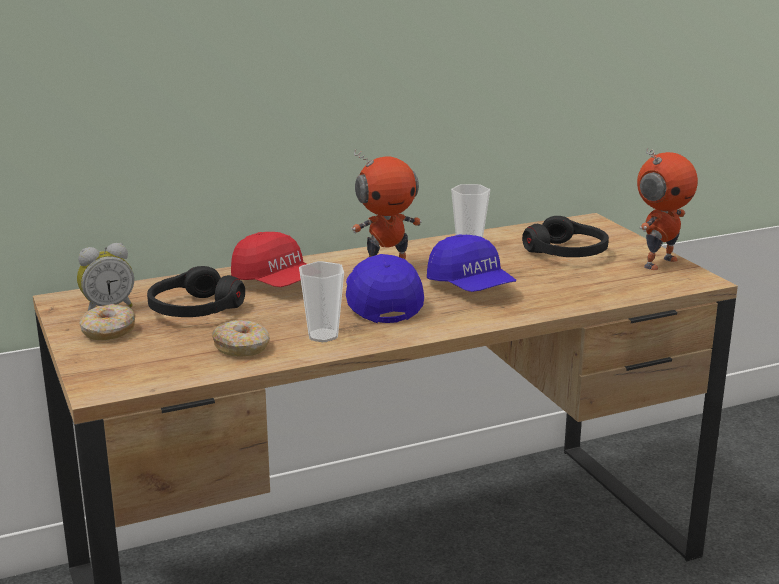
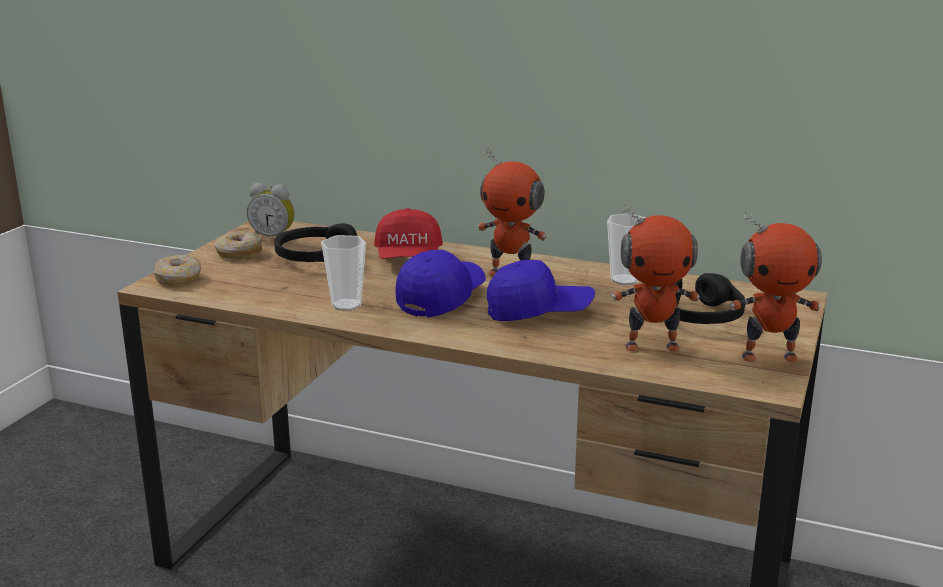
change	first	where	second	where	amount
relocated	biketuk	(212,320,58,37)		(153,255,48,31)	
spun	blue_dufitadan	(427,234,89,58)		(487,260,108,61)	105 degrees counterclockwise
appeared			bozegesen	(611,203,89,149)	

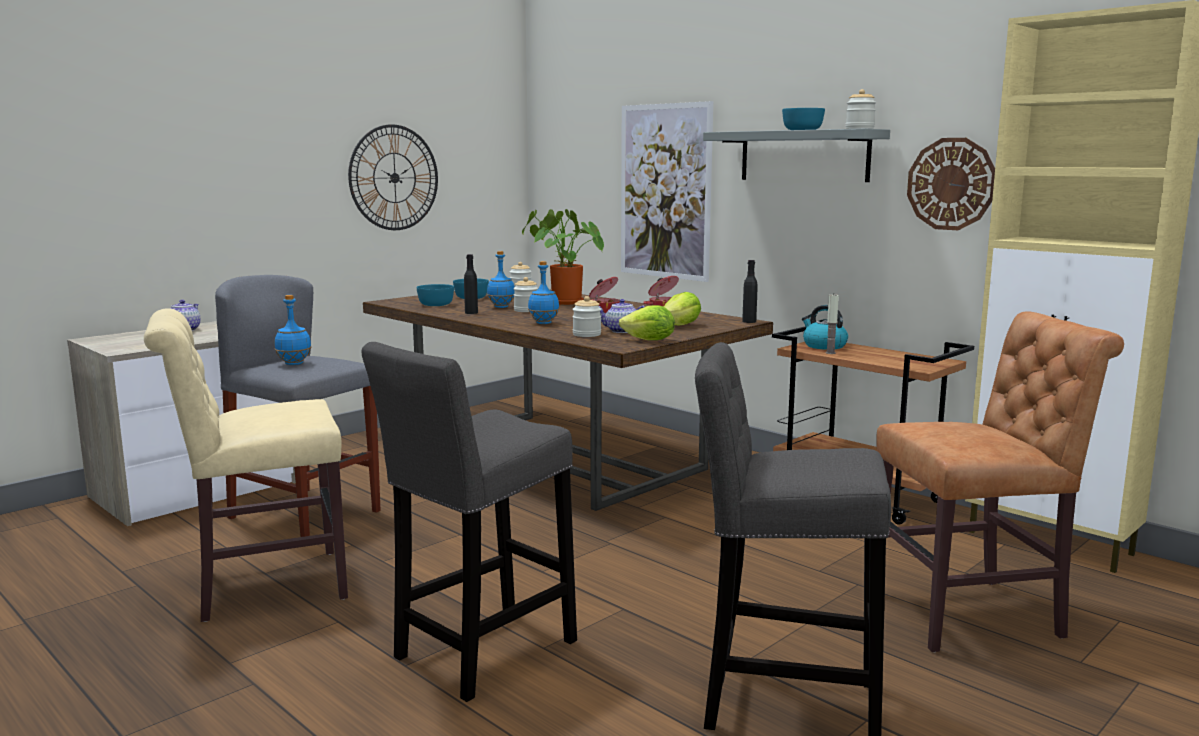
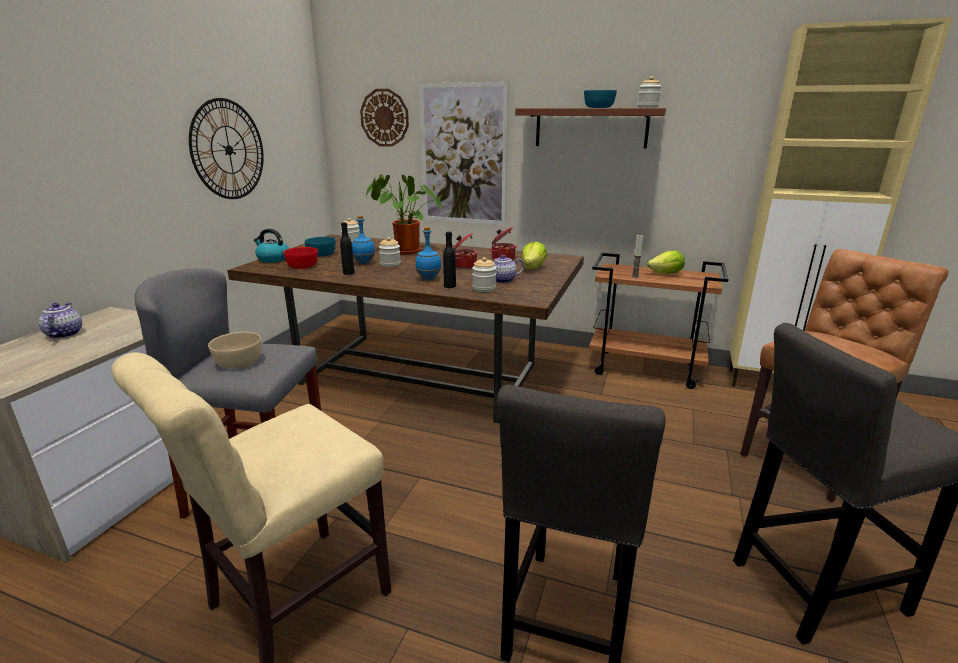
change	first	where	second	where	amount
exchanged	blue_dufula	(274,295,37,70)	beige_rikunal	(208,332,53,37)	
relocated	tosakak	(802,305,46,45)		(254,229,35,34)	
colour	turquoise_rikunal	(417,284,37,22)	red_rikunal	(284,247,34,22)	
relocated	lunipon	(907,138,88,92)		(360,89,49,58)	
relocated	black_dufula	(742,260,15,63)		(443,232,13,56)	
colour	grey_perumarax	(703,129,187,53)	brown_perumarax	(515,108,151,40)	
relocated	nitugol	(619,305,56,35)		(647,250,38,24)	

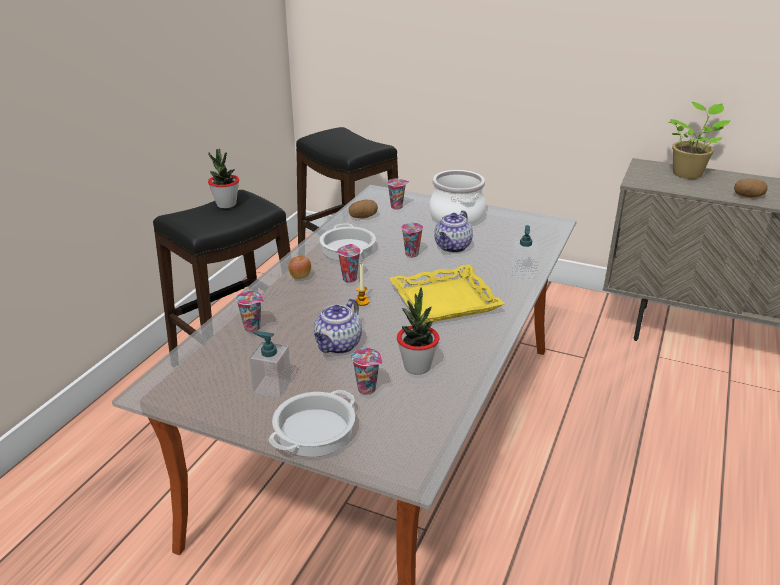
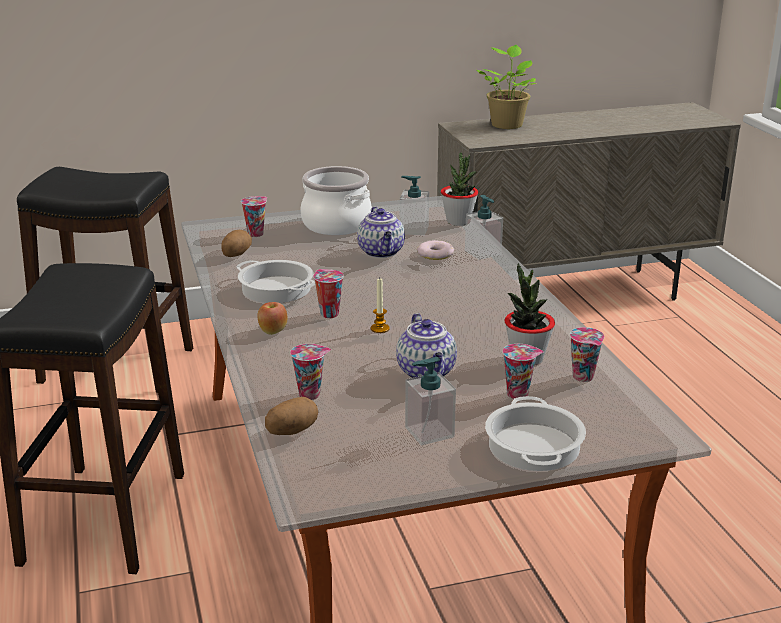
change	first	where	second	where	amount
relocated	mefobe	(734,179,34,19)		(265,397,53,38)	
appeared			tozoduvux	(400,176,29,60)	
appeared			biketuk	(417,240,37,20)	
relocated	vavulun	(208,149,31,59)		(441,152,37,74)	
relocated	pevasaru	(401,222,22,35)		(570,327,35,55)	
missing	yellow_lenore	(389,265,116,58)			

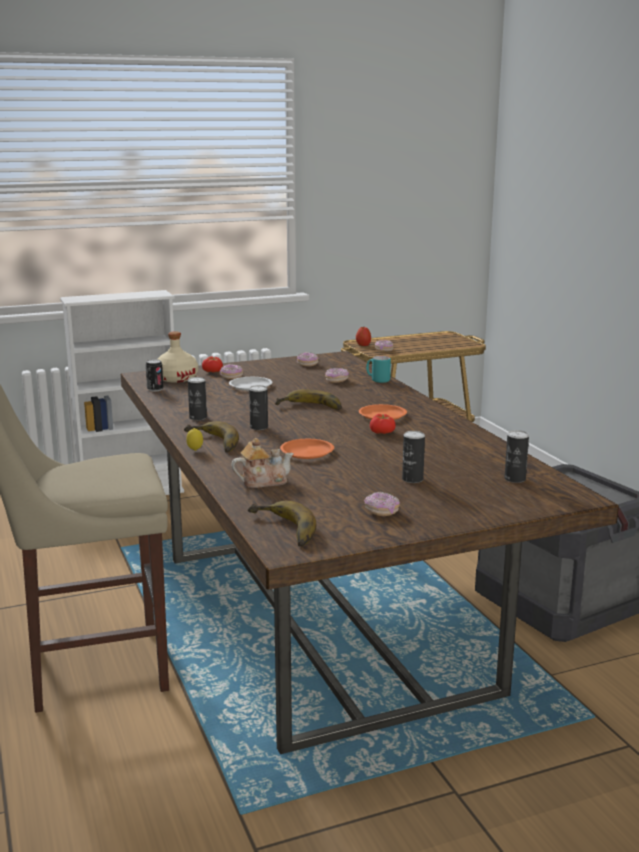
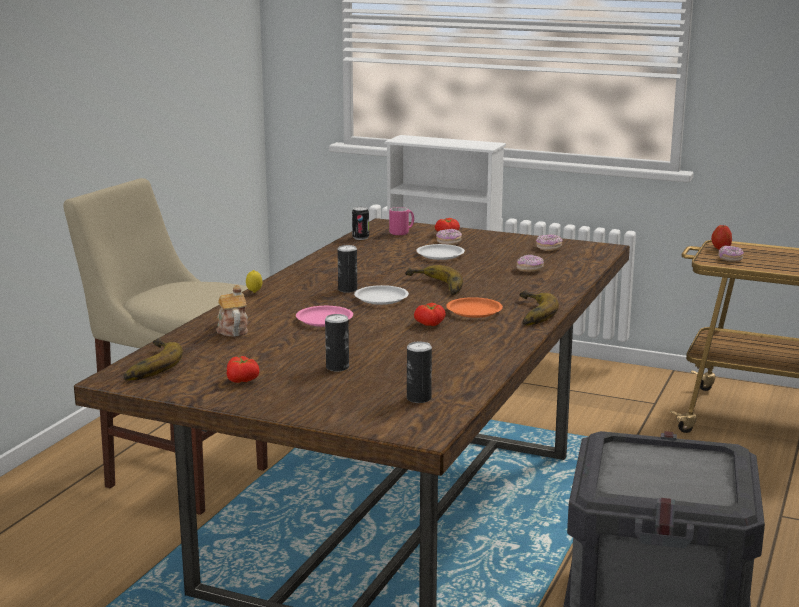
change	first	where	second	where	amount
spun	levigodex	(231,438,63,50)		(216,285,32,51)	135 degrees counterclockwise
exchanged	biketuk	(364,492,36,24)	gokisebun	(227,356,32,27)	
colour	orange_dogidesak	(280,439,54,20)	pink_dogidesak	(296,306,57,21)	
appeared			white_dogidesak	(354,285,55,20)	
exchanged	beige_dufula	(157,331,41,52)	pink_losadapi	(389,207,25,28)	
relocated	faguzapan	(184,421,55,31)		(520,290,39,35)	
missing	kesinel	(188,377,19,43)			
missing	turquoise_losadapi	(366,356,25,27)			

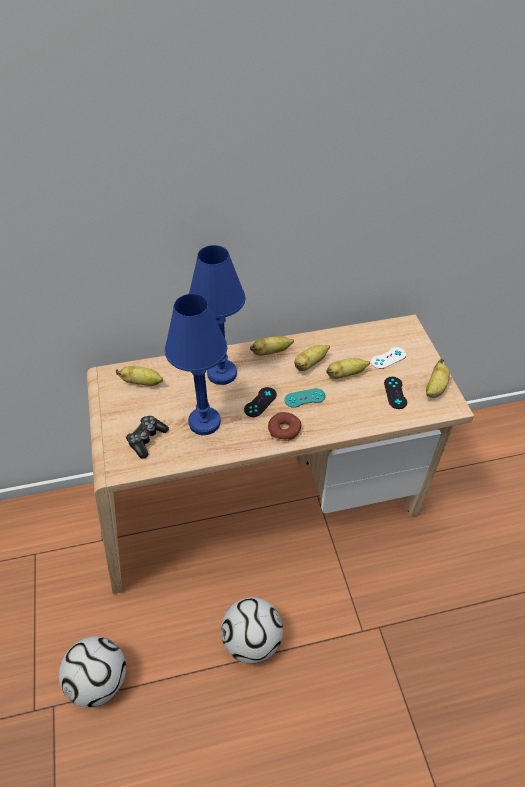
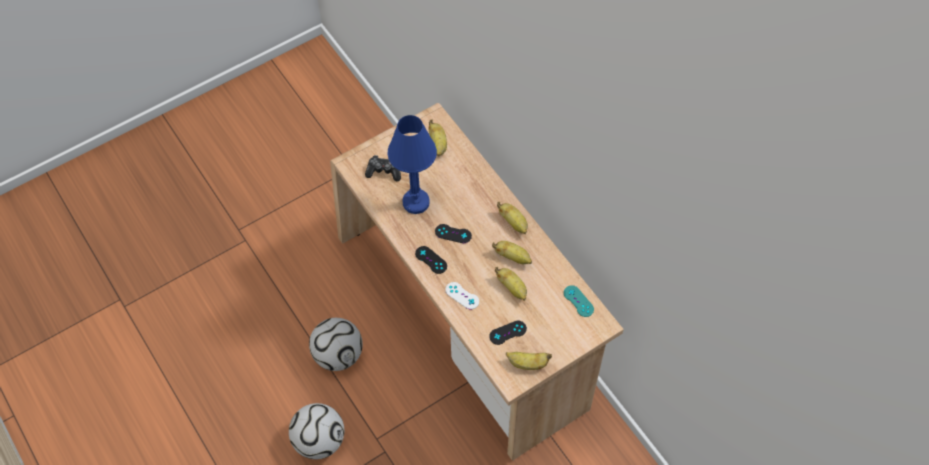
change	first	where	second	where	amount
relocated	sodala	(59,636,67,71)		(289,403,55,56)	
exchanged	biketuk	(268,412,33,29)	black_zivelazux	(415,246,32,28)	
relocated	white_zivelazux	(371,347,35,22)		(445,282,34,27)	
relocated	turquoise_zivelazux	(284,388,42,20)		(564,285,30,32)	
missing	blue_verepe	(189,245,57,140)			

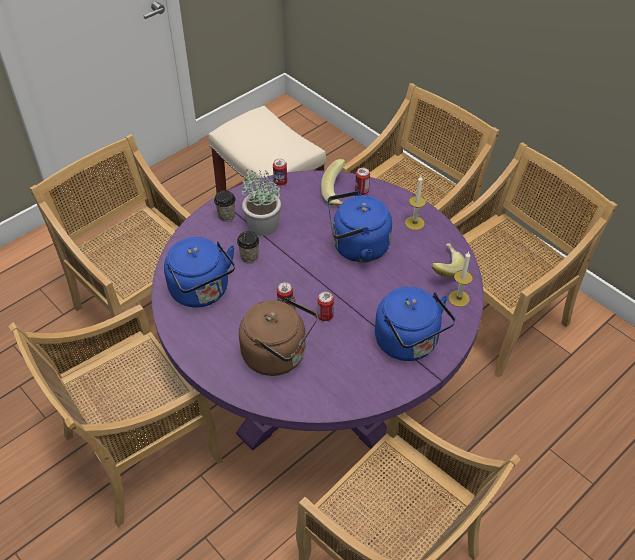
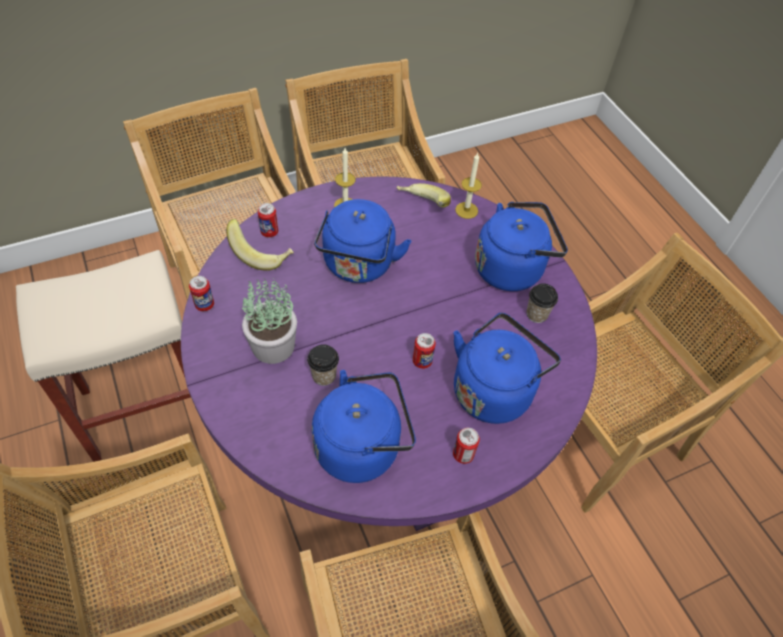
change	first	where	second	where	amount
relocated	kesinel	(318,292,16,29)		(453,428,27,36)	
colour	brown_tosakak	(239,296,79,80)	blue_tosakak	(454,313,107,111)	
relocated	pevasaru	(214,190,22,32)		(526,283,32,40)	

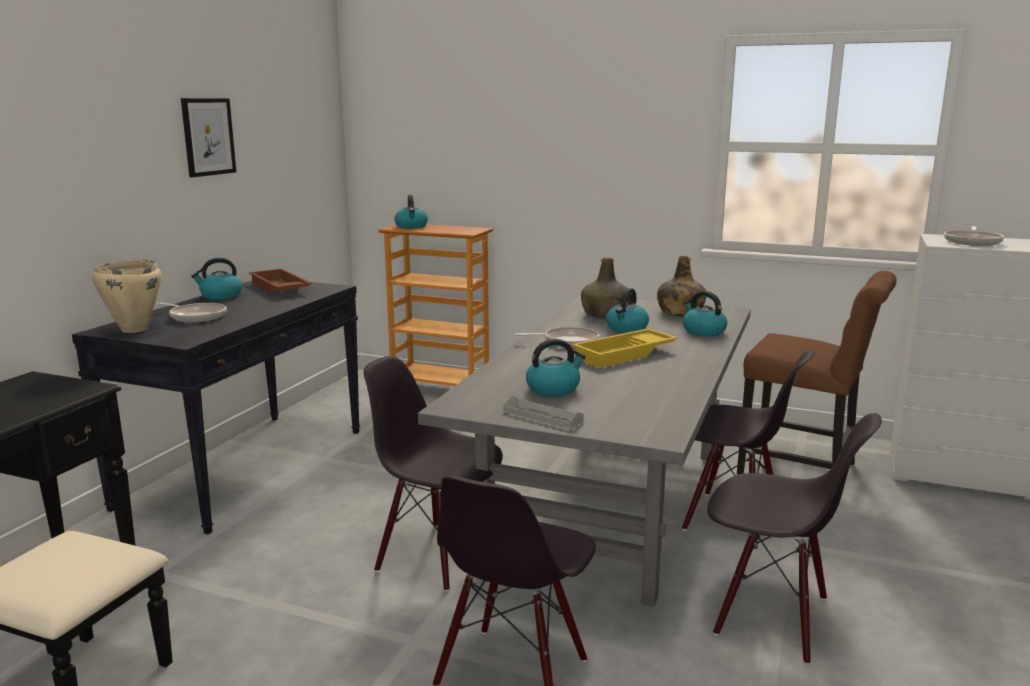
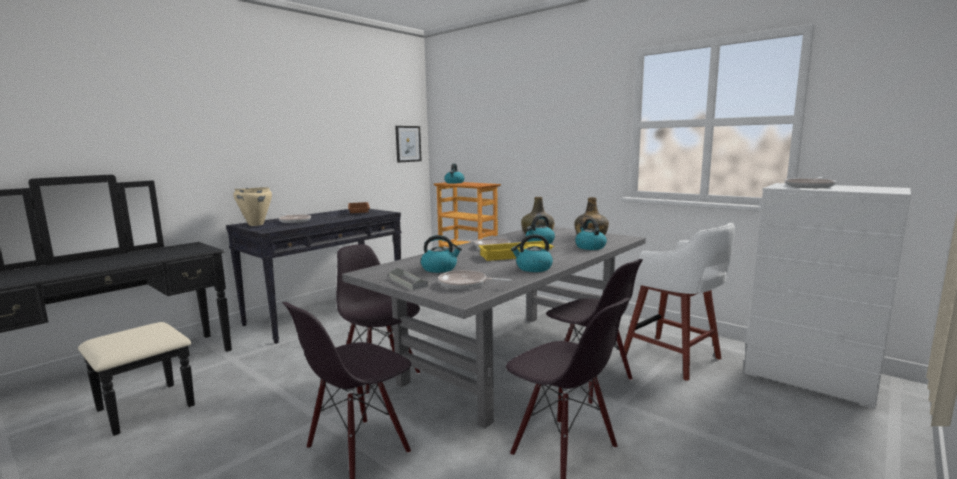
change	first	where	second	where	amount
relocated	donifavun	(181,98,55,79)		(395,126,27,37)	
appeared			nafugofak	(438,270,74,19)	
relocated	tosakak	(191,258,51,42)		(511,234,42,38)	
exchanged	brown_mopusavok	(737,271,160,204)	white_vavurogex	(624,223,111,158)	

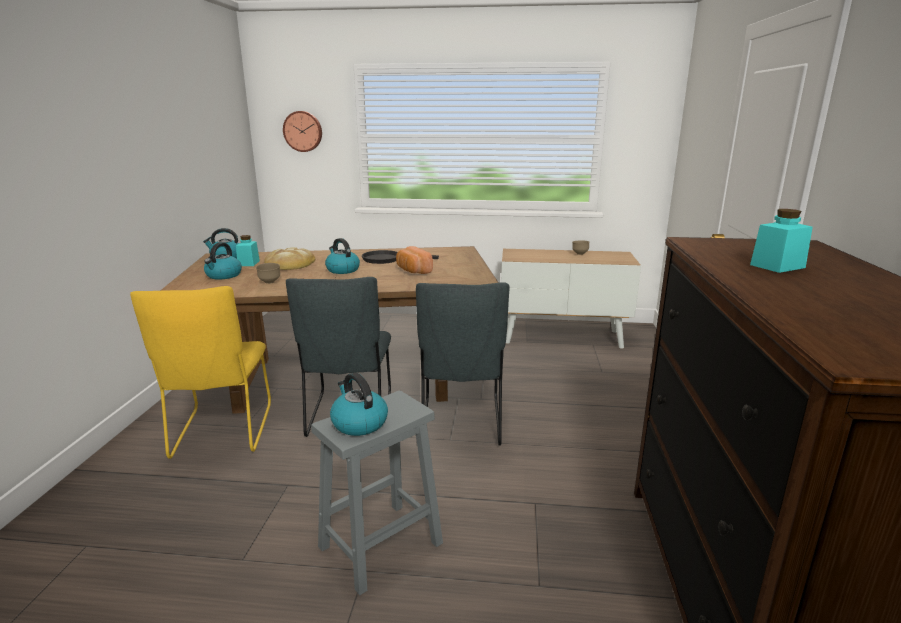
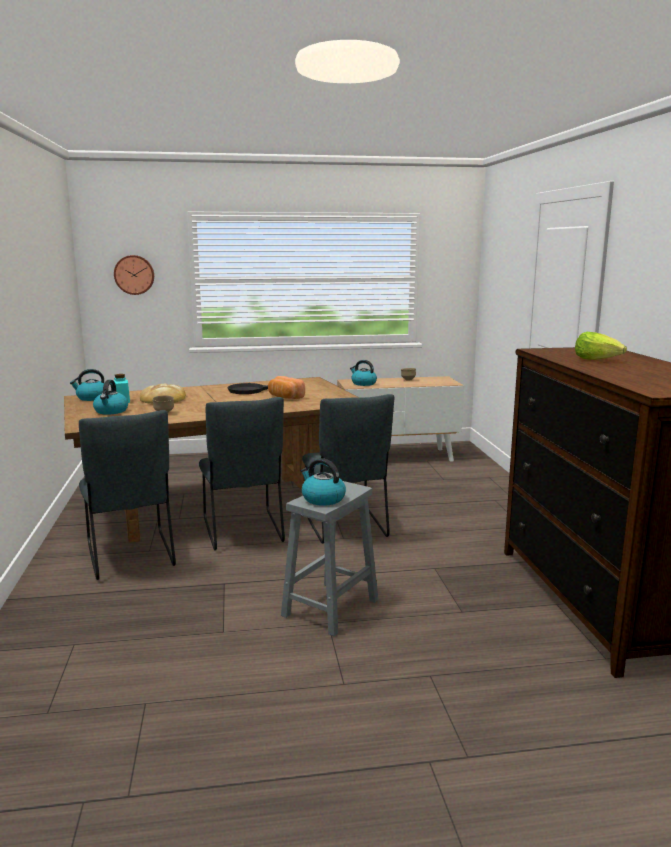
change	first	where	second	where	amount
colour	yellow_mopusavok	(130,286,141,173)	grey_mopusavok	(79,410,97,170)	
relocated	tosakak	(325,238,35,36)		(350,360,27,26)	
exchanged	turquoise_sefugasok	(750,209,63,64)	nitugol	(575,332,52,28)	

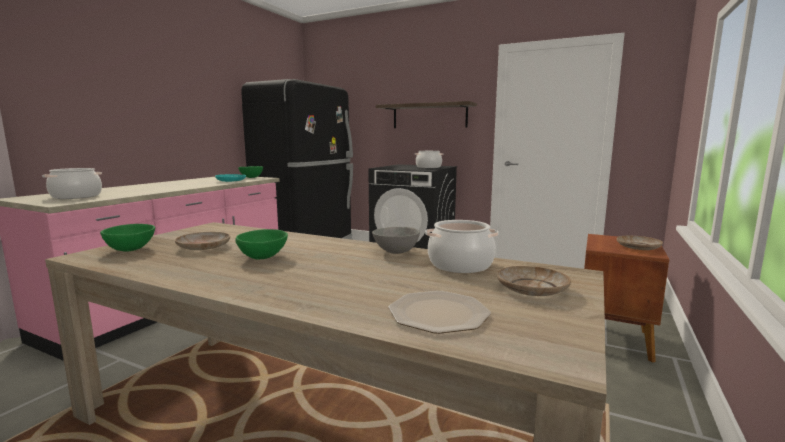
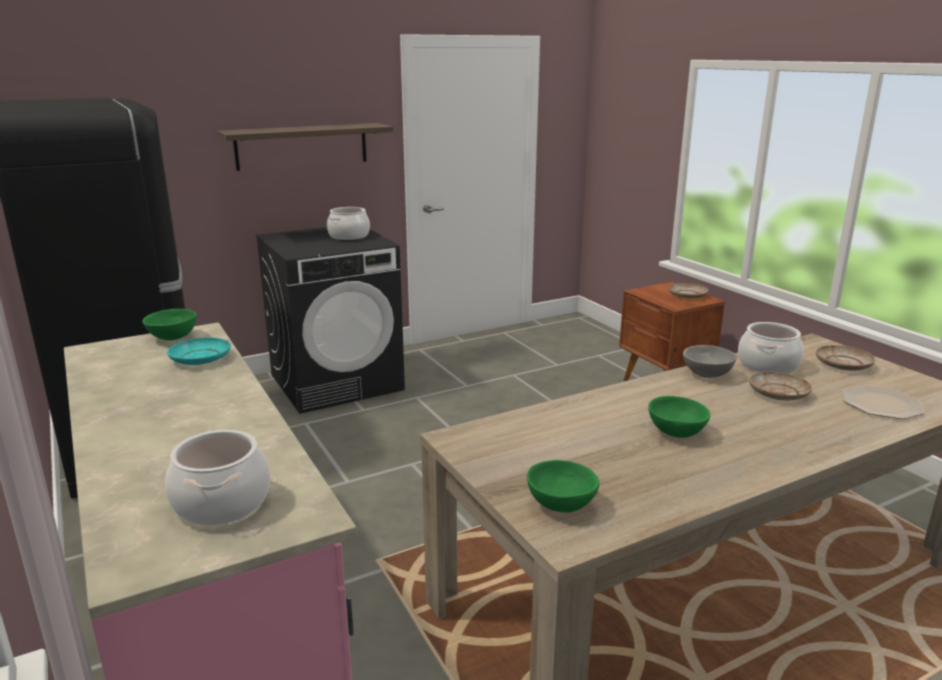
change	first	where	second	where	amount
relocated	beige_dogidesak	(175,232,55,18)		(749,371,63,29)	

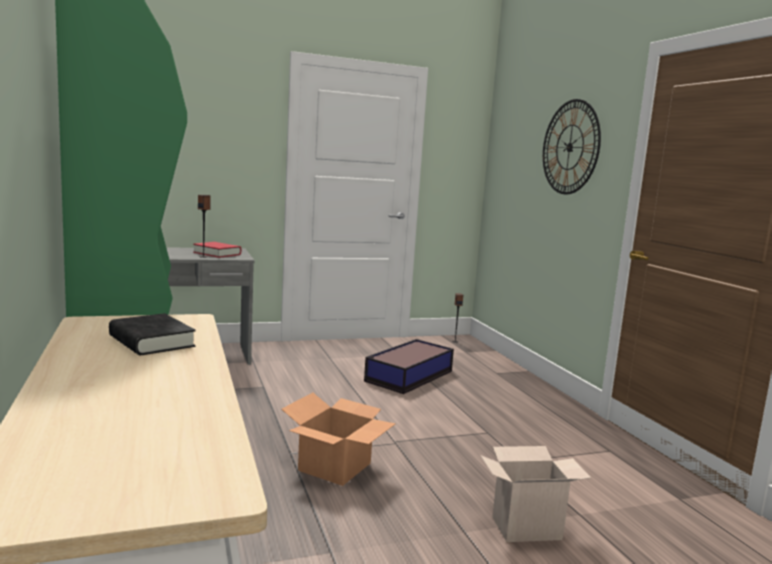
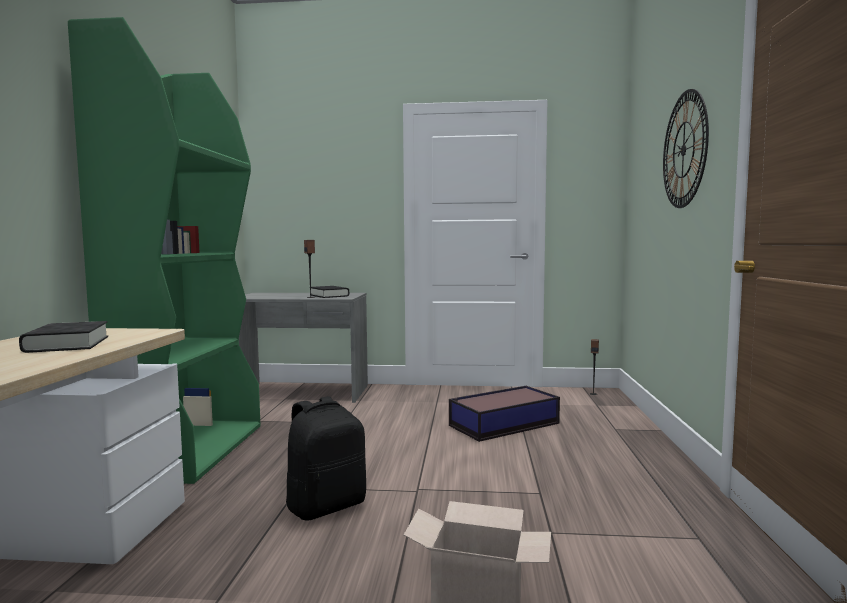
change	first	where	second	where	amount
exchanged	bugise	(281,393,115,93)	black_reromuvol	(286,396,80,125)	
colour	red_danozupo	(193,242,48,16)	black_danozupo	(311,286,38,12)	

